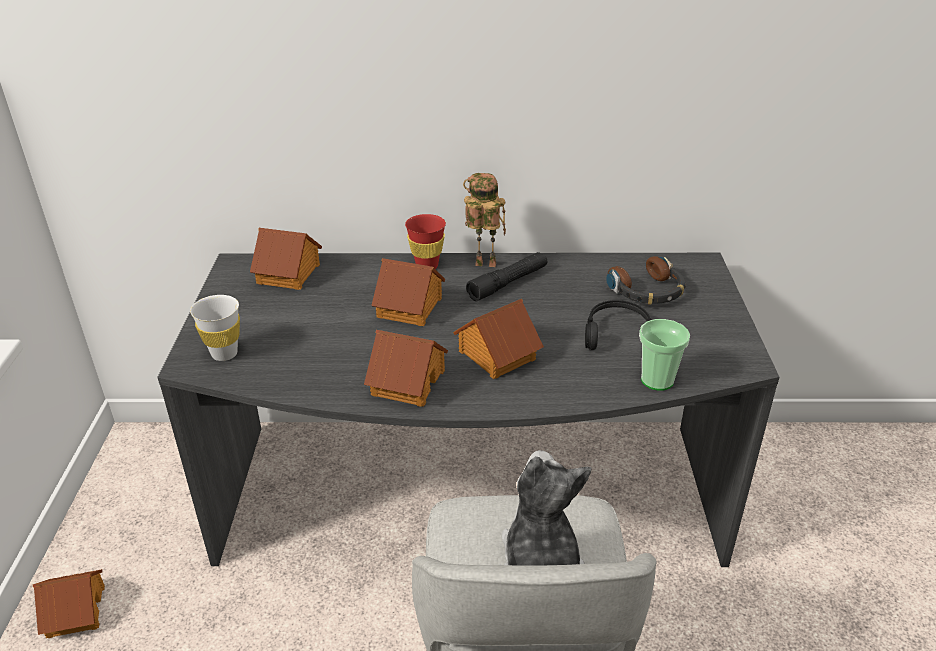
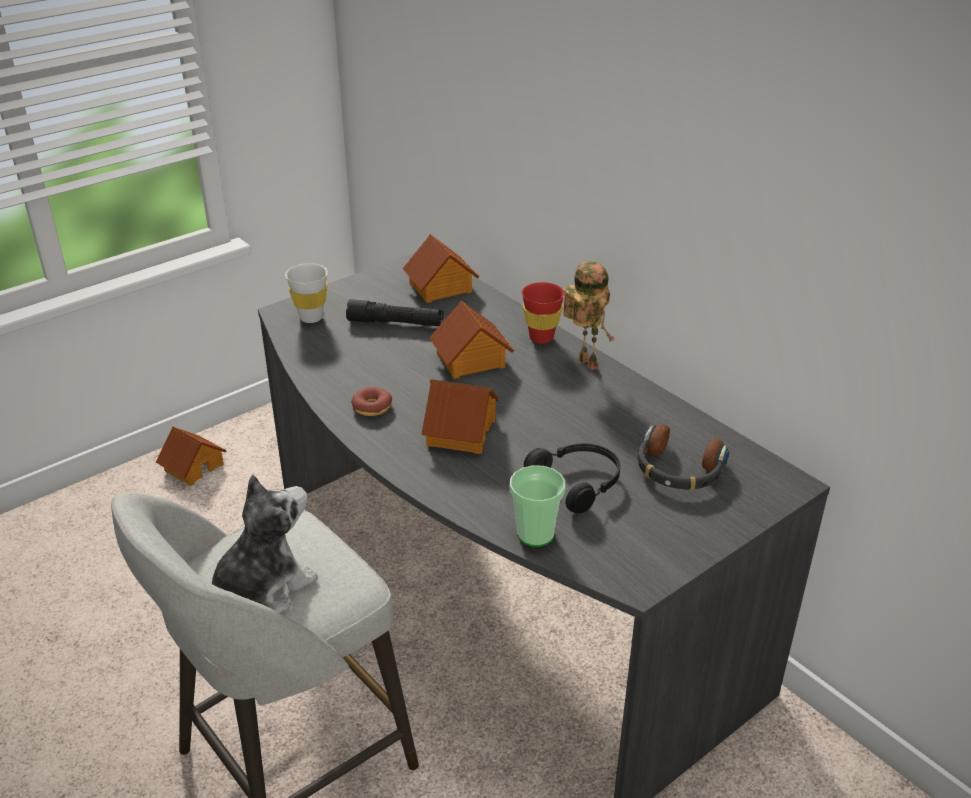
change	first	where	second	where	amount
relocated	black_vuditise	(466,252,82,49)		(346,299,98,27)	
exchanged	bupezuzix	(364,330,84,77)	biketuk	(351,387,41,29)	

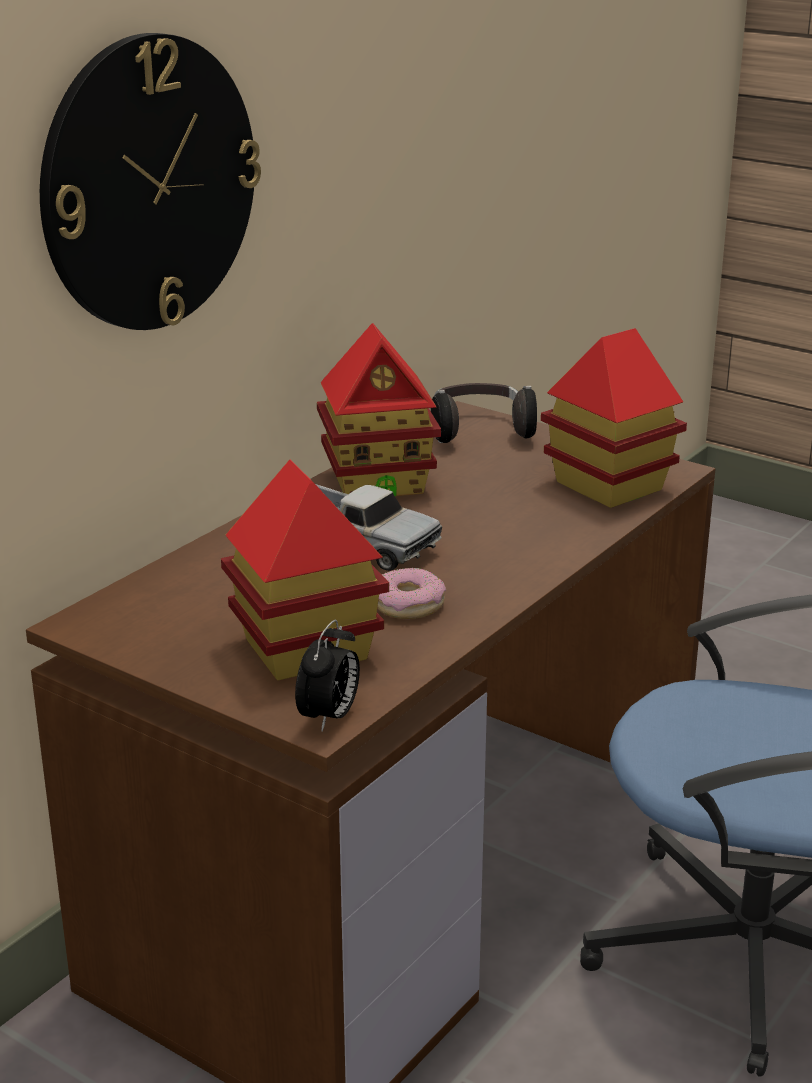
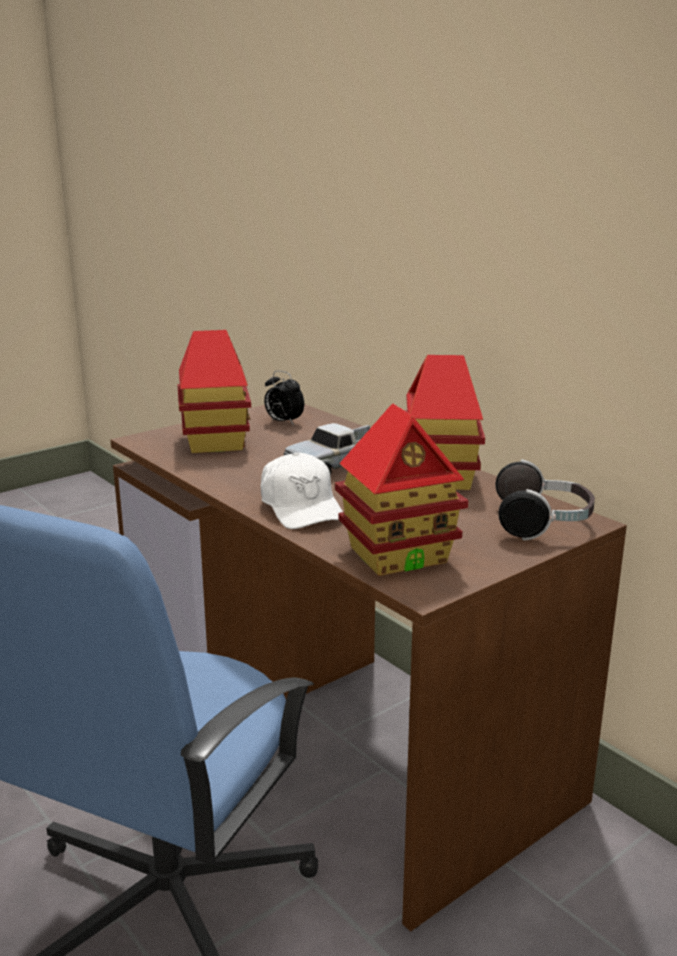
change	first	where	second	where	amount
appeared			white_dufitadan	(261,452,82,77)	
relocated	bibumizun	(295,620,65,112)		(264,370,40,55)	
missing	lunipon	(40,33,221,297)			
missing	biketuk	(377,568,69,51)			

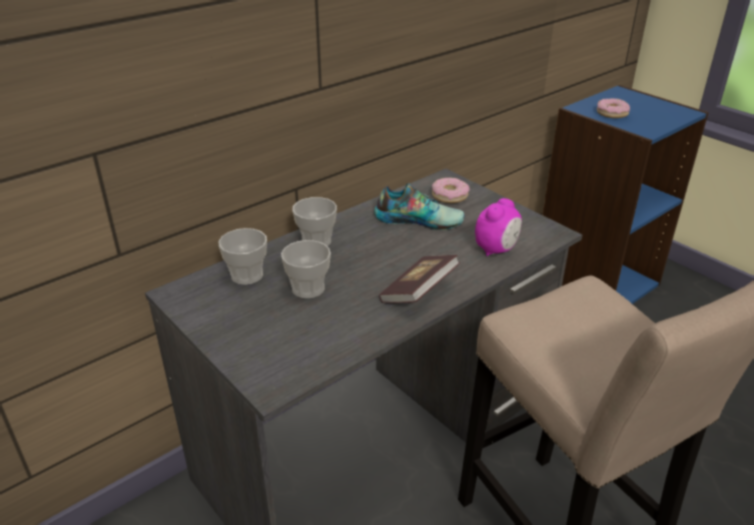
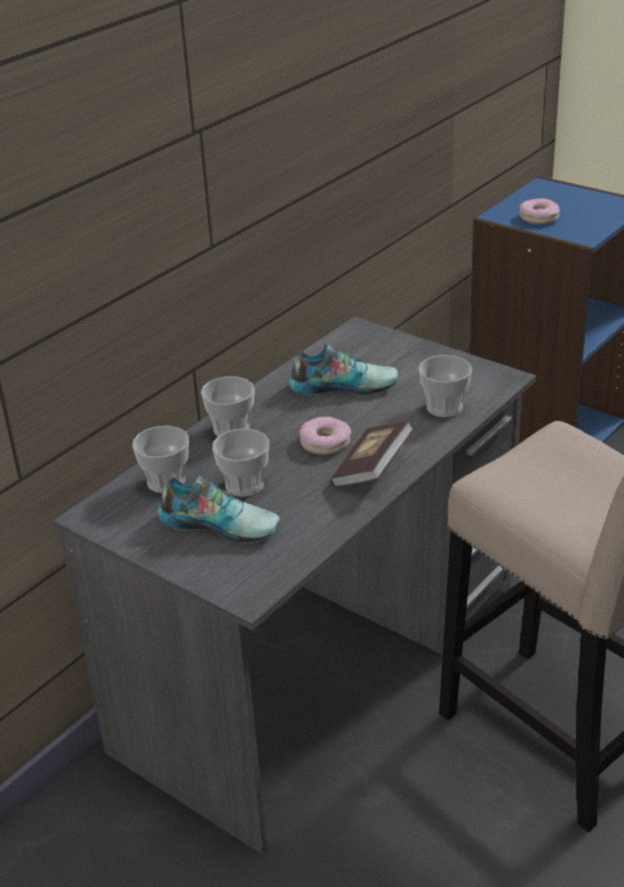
change	first	where	second	where	amount
appeared			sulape	(158,476,122,68)	
relocated	biketuk	(432,177,38,26)		(299,416,52,39)	
exchanged	bibumizun	(475,198,47,58)	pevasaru	(419,355,53,62)	

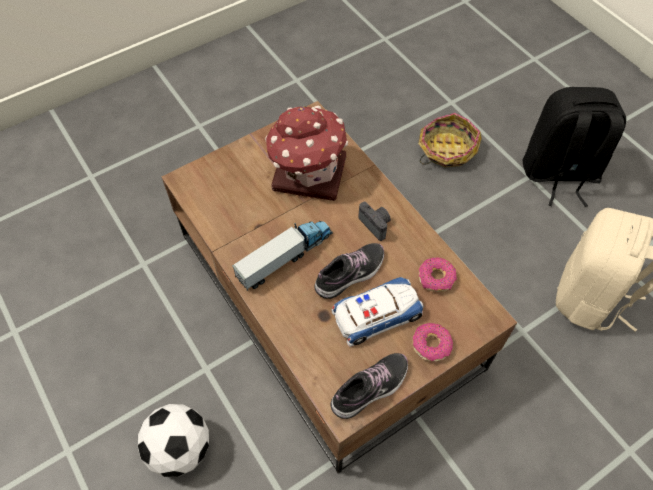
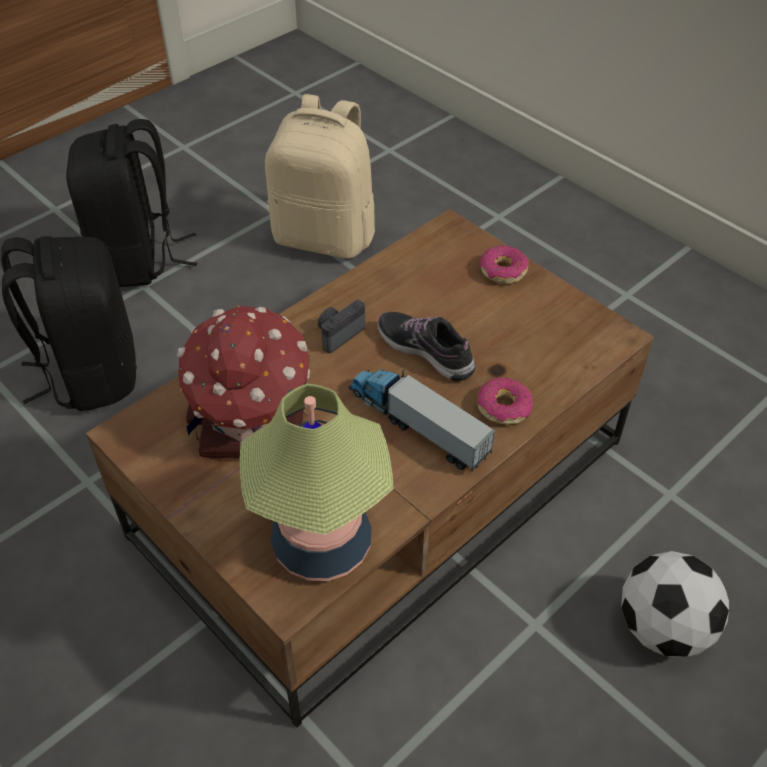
change	first	where	second	where	amount
exchanged	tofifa	(418,113,64,54)	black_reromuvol	(1,236,136,175)	
appeared			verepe	(240,384,154,197)	
relocated	biketuk	(419,257,38,35)		(477,378,56,47)	
missing	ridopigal	(331,277,93,70)			
missing	sulape	(331,353,77,66)			

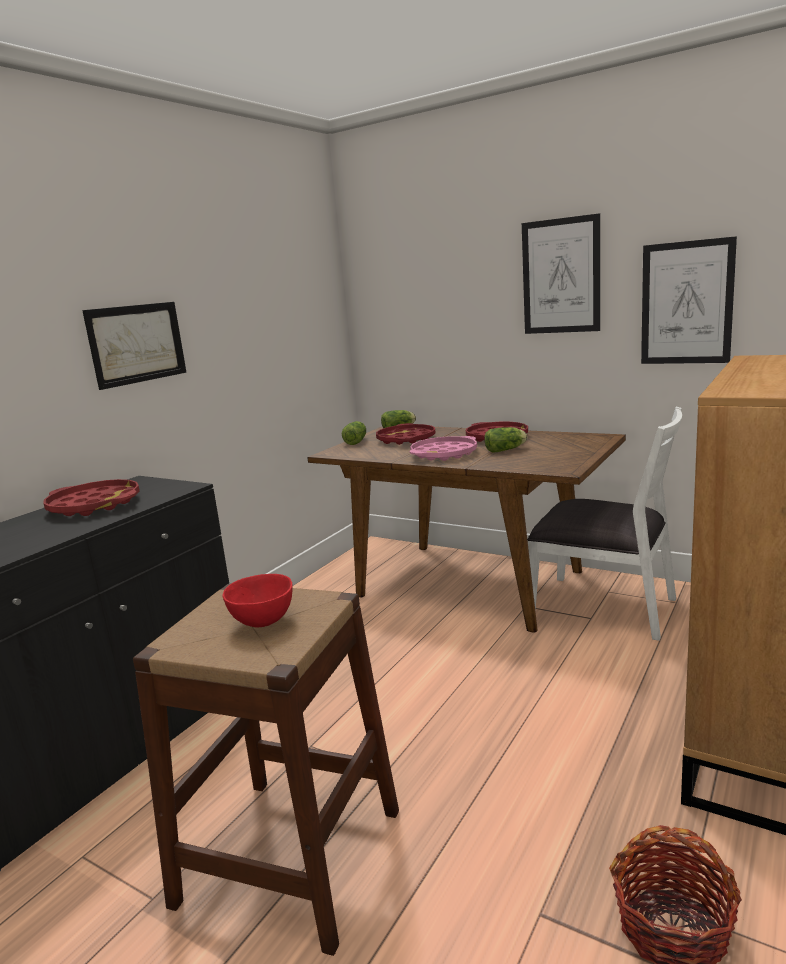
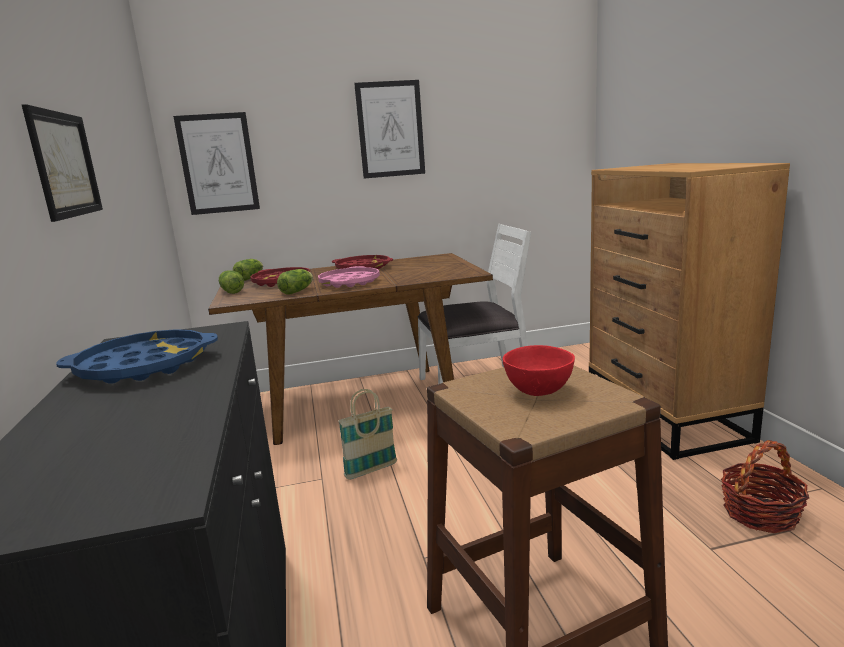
change	first	where	second	where	amount
colour	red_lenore	(43,479,97,37)	blue_lenore	(56,329,162,55)	
relocated	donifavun	(641,236,96,128)		(173,112,87,103)	
relocated	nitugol	(484,427,43,26)		(277,269,36,26)	
appeared			tofifa	(338,389,59,90)	

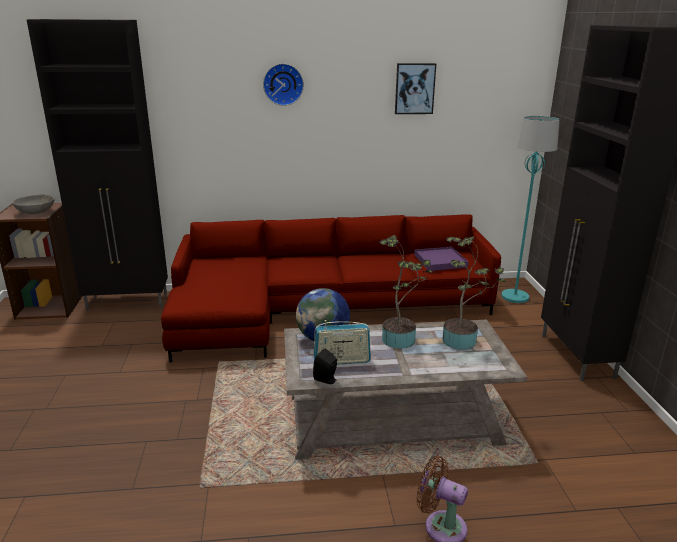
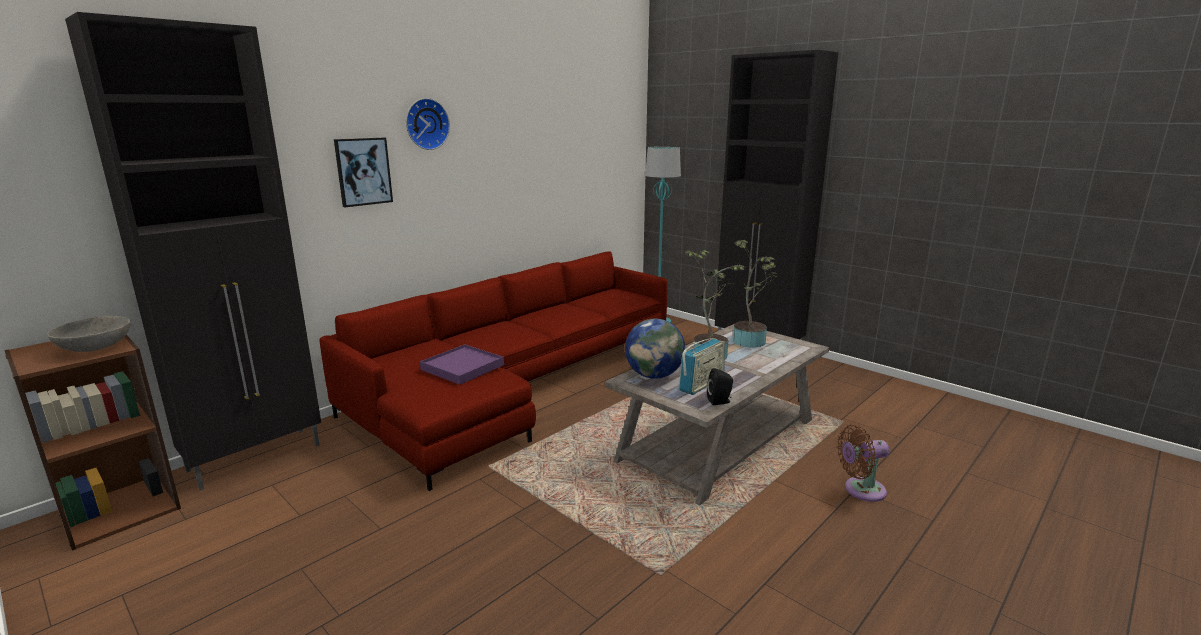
change	first	where	second	where	amount
relocated	donifavun	(395,63,41,51)		(334,138,59,69)	
relocated	purple_lenore	(414,247,54,24)		(420,344,84,41)	

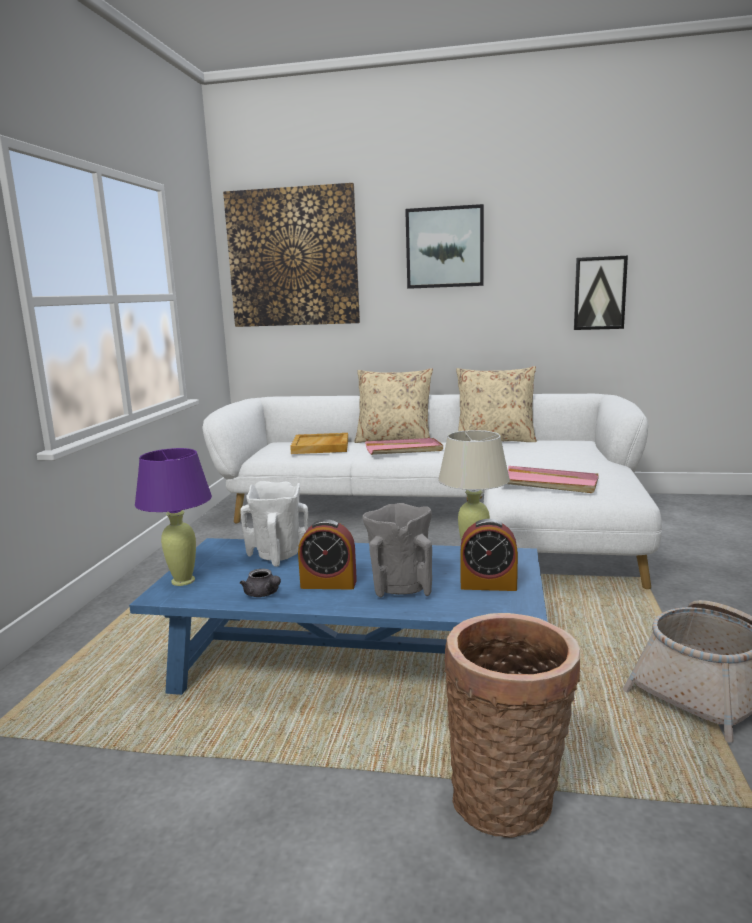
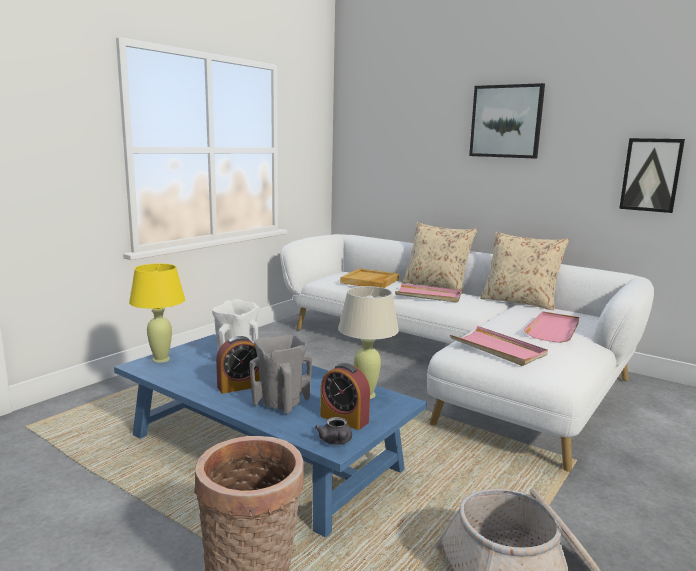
change	first	where	second	where	amount
colour	purple_verepe	(135,448,77,138)	yellow_verepe	(129,263,56,100)	
spun	bibumizun	(298,519,59,71)		(216,336,44,58)	60 degrees counterclockwise
relocated	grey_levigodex	(240,569,41,28)		(315,417,37,28)	
appeared			pink_lenore	(524,312,55,31)	
missing	donifavun	(223,183,137,144)			

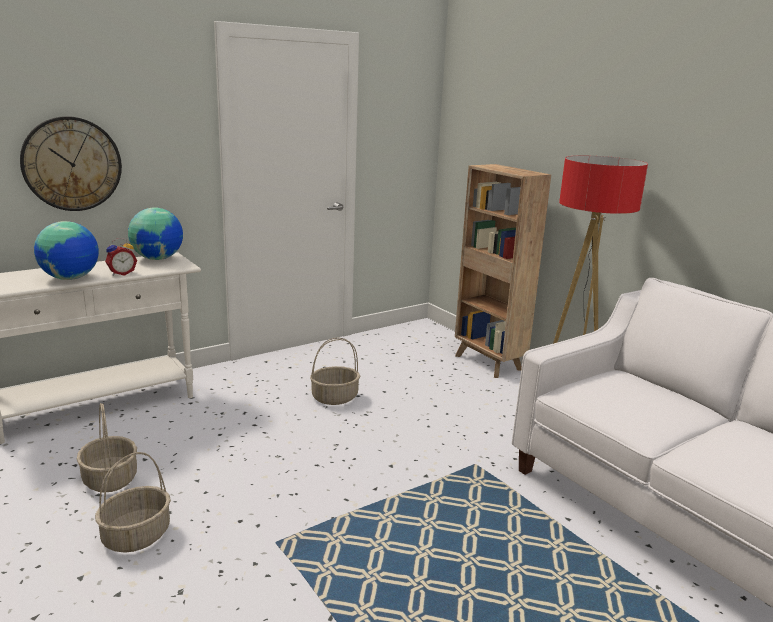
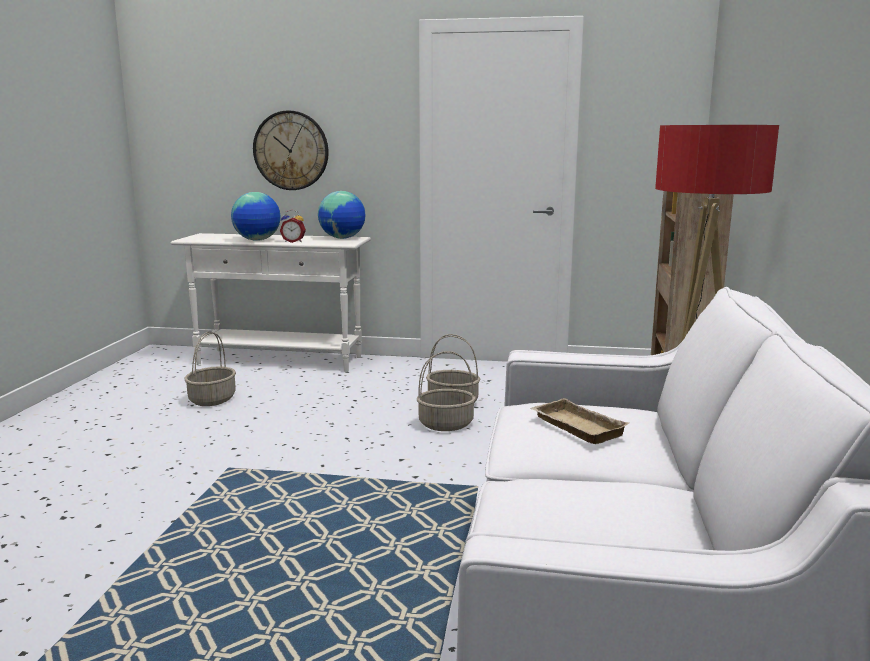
change	first	where	second	where	amount
relocated	tofifa	(95,452,76,101)		(417,351,59,80)	
appeared			beige_lenore	(530,398,99,46)	

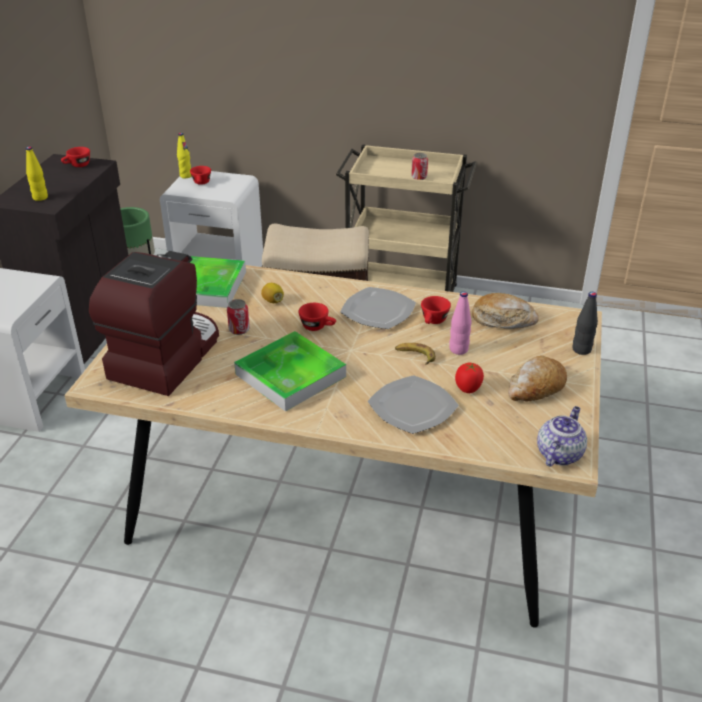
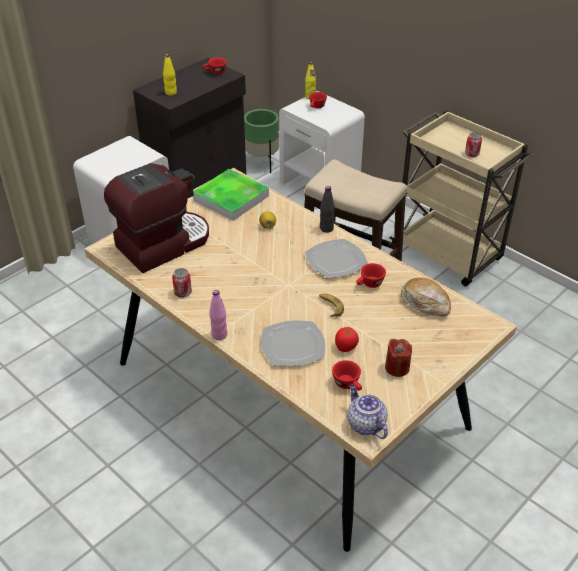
change	first	where	second	where	amount
relocated	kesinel	(227,299,23,36)		(172,268,20,30)	
relocated	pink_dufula	(449,291,22,64)		(209,290,19,50)	
relocated	black_dufula	(572,292,26,63)		(320,186,15,47)	
relocated	red_pevasaru	(298,303,38,28)		(332,360,30,31)	
spun	levigodex	(537,406,50,61)		(347,384,41,55)	90 degrees counterclockwise
exchanged	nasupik	(508,355,59,46)	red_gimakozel	(385,339,27,38)	
missing	lenore	(234,331,112,81)			

